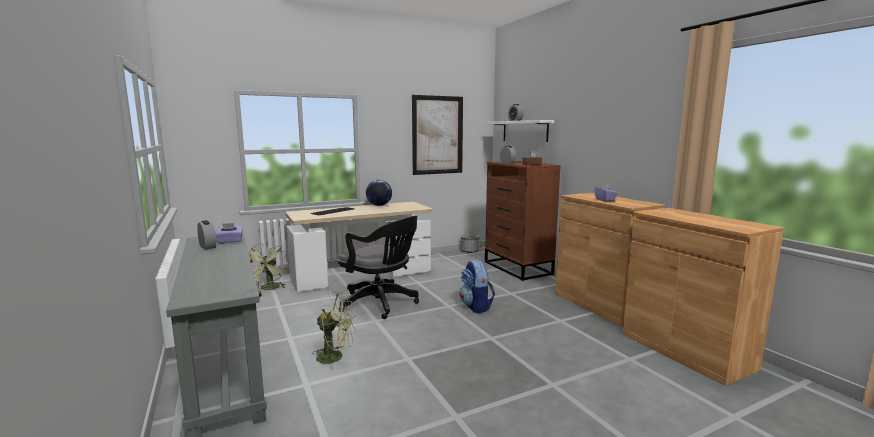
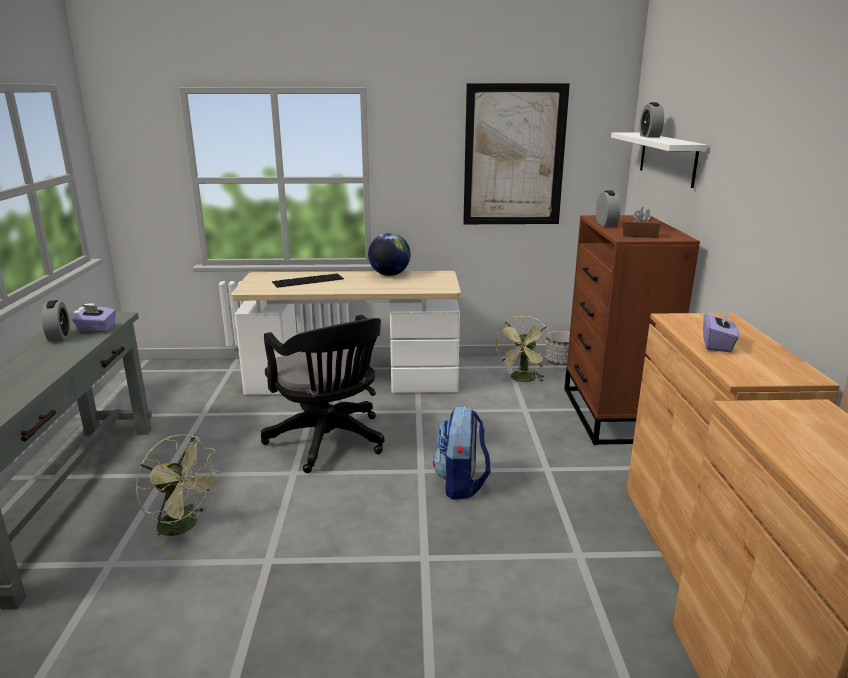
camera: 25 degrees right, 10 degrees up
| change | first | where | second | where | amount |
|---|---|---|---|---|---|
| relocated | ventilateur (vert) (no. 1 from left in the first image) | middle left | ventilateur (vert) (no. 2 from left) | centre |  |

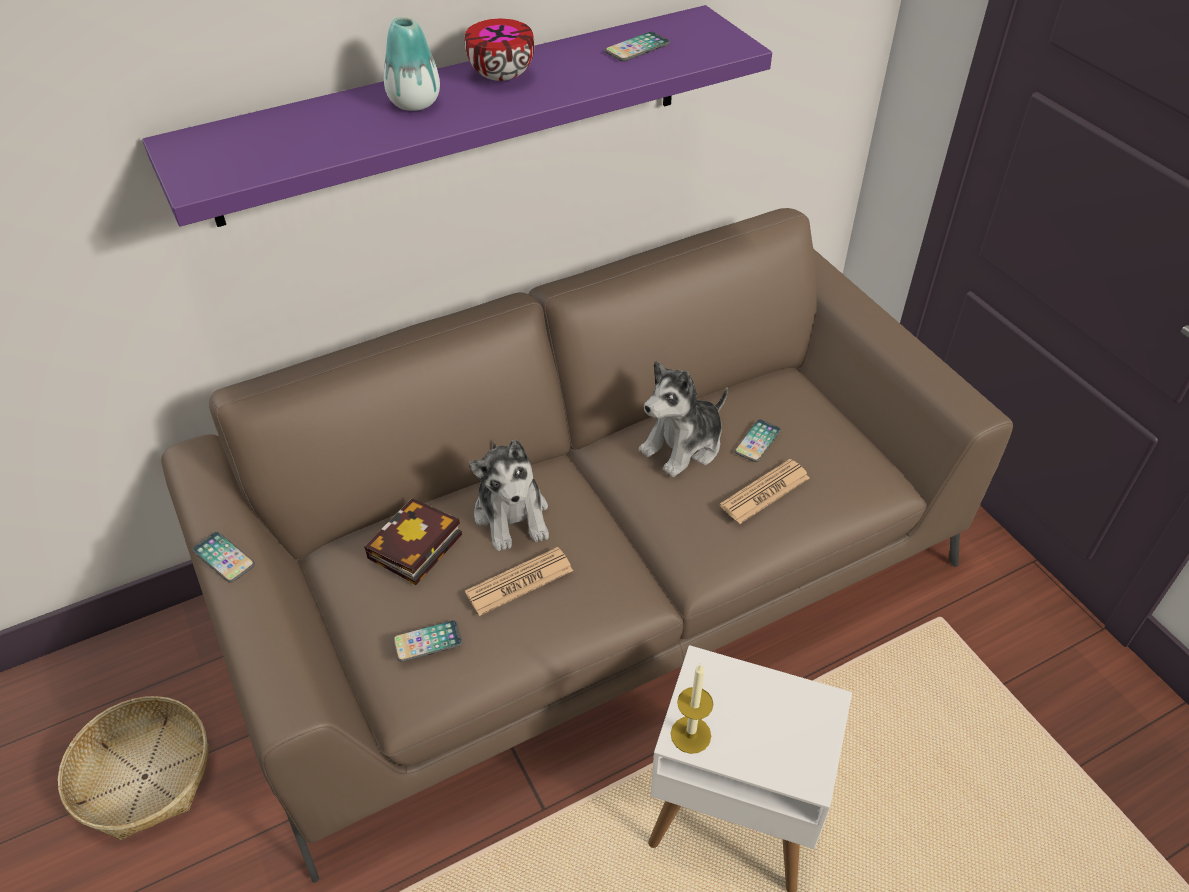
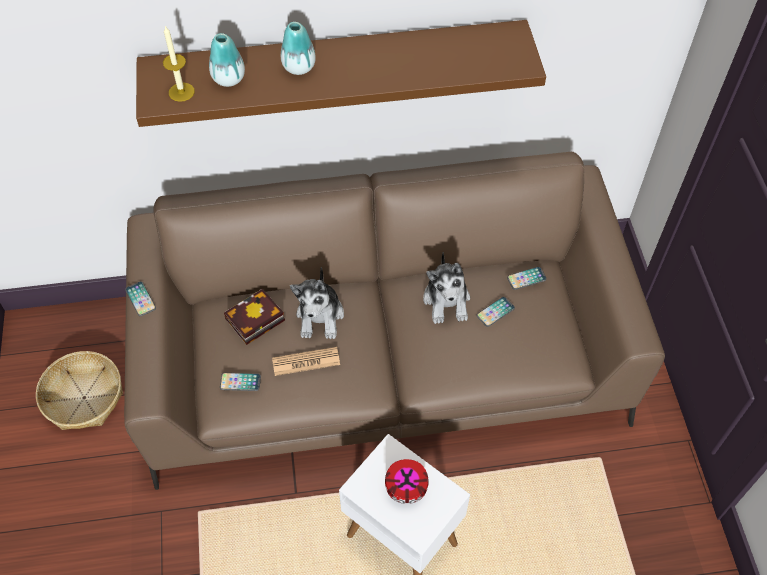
camera: 20 degrees right, 10 degrees up
| change | first | where | second | where | amount |
|---|---|---|---|---|---|
| colour | étagère (violet) | top centre | étagère (marron) | top centre |  |
| relocated | bol | top centre |  | bottom centre |  |
| relocated | téléphone (no. 3 from left in the first image) | top centre | téléphone (no. 4 from left) | middle right |  |
| spun | peluche (no. 2 from left) | centre |  | centre | 75 degrees counterclockwise |
| relocated | bougie | bottom centre |  | top left |  |
| missing | journal (no. 2 from left) | centre |  |  |  |
| appeared |  |  | vase (no. 1 from left) | top left |  |

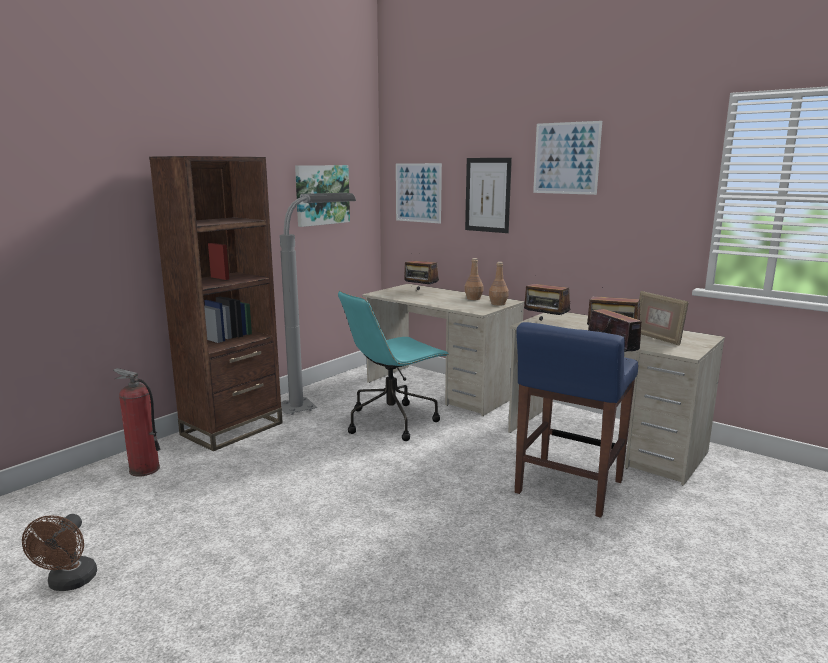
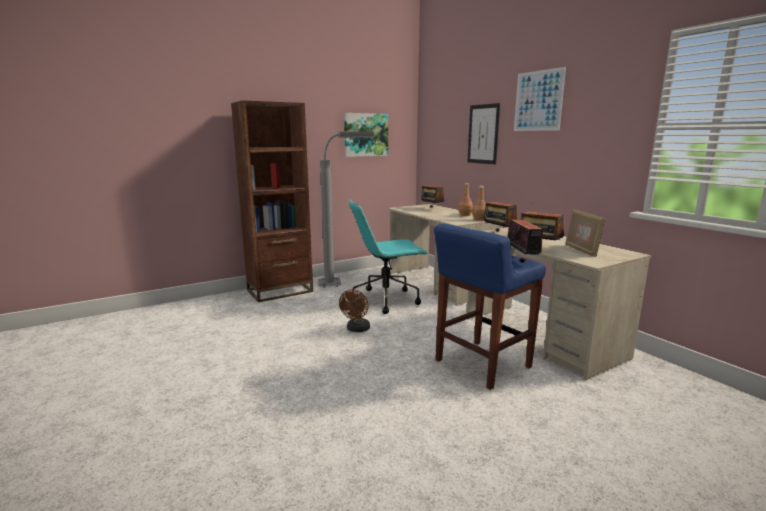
camera: 20 degrees right, 0 degrees up
| change | first | where | second | where | amount |
|---|---|---|---|---|---|
| relocated | ventilateur (marron) | bottom left |  | centre |  |
| missing | extincteur | middle left |  |  |  |
| missing | tableau (no. 2 from left) | top centre |  |  |  |

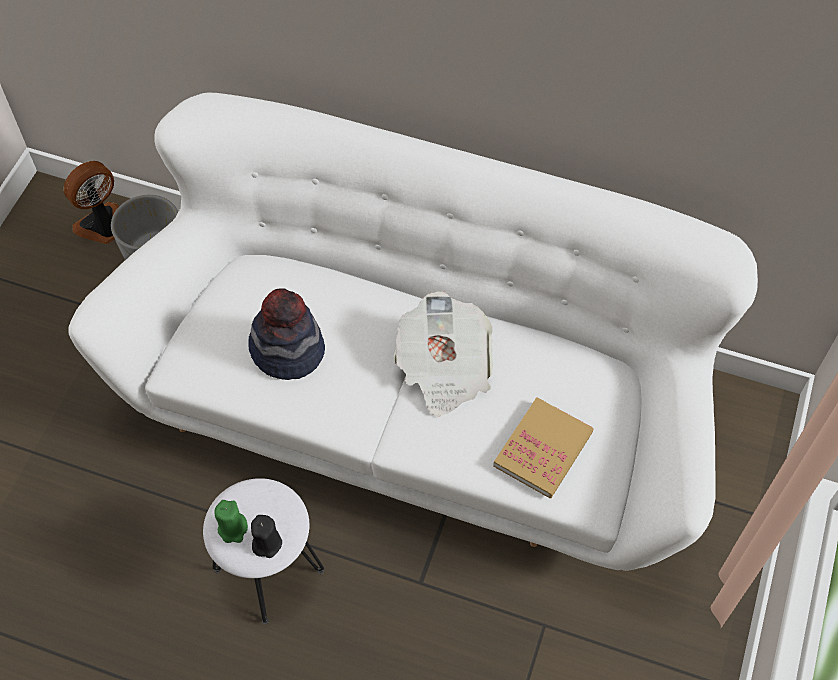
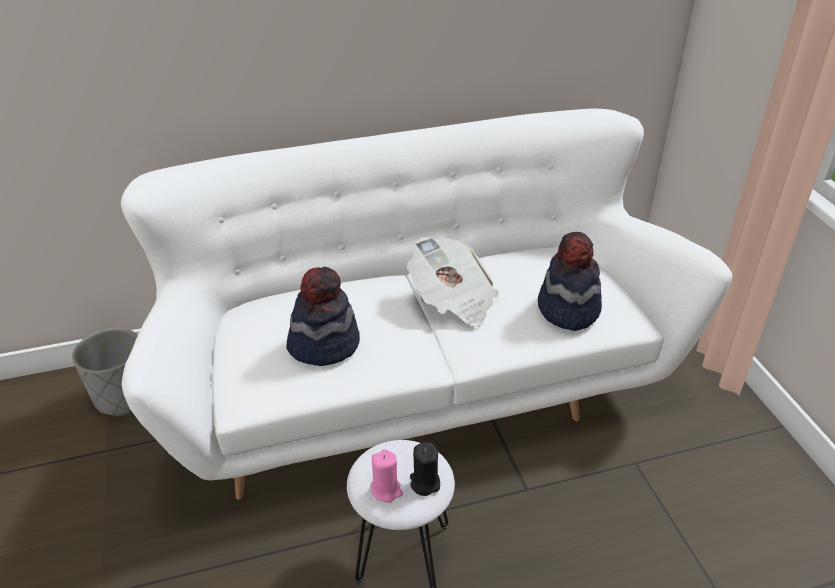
camera: 35 degrees left, 20 degrees down
| change | first | where | second | where | amount |
|---|---|---|---|---|---|
| missing | ventilateur | top left |  |  |  |
| colour | bougie (vert) | bottom left | bougie (rose) | bottom centre |  |
| exchanged | livre | centre | chapeau (no. 2 from left) | middle right |  |

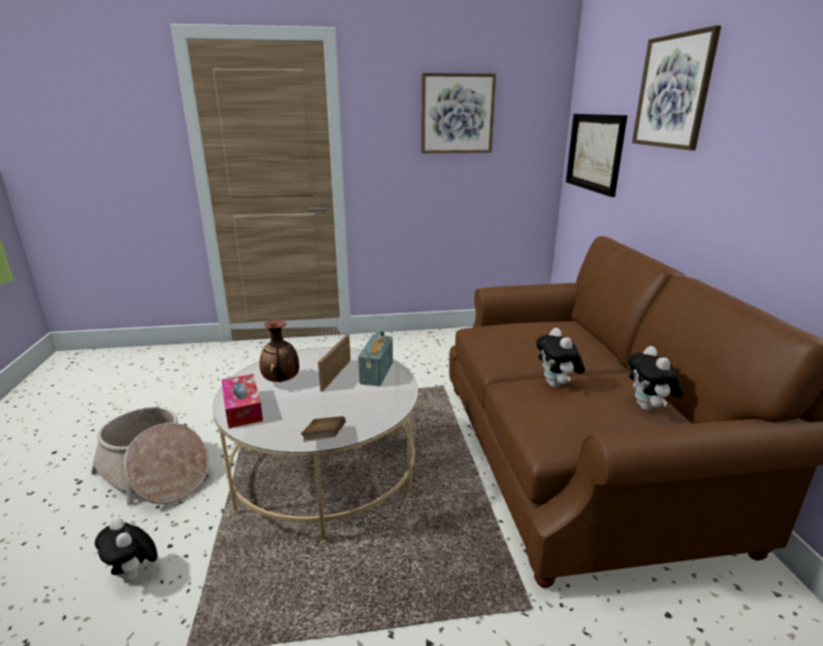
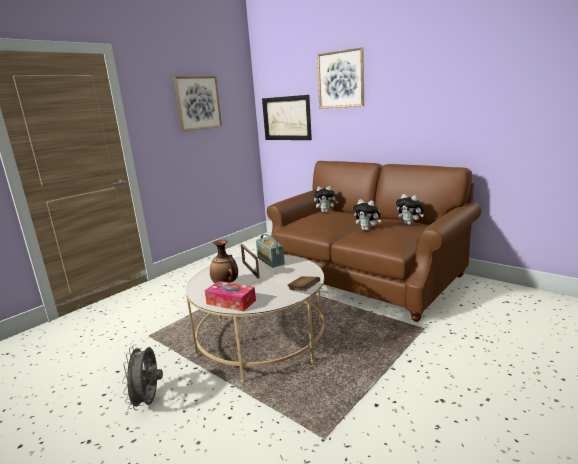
camera: 40 degrees left, 5 degrees down
| change | first | where | second | where | amount |
|---|---|---|---|---|---|
| exchanged | panier | bottom left | ventilateur (gris) | bottom left |  |
| relocated | peluche (no. 1 from left) | bottom left |  | centre |  |

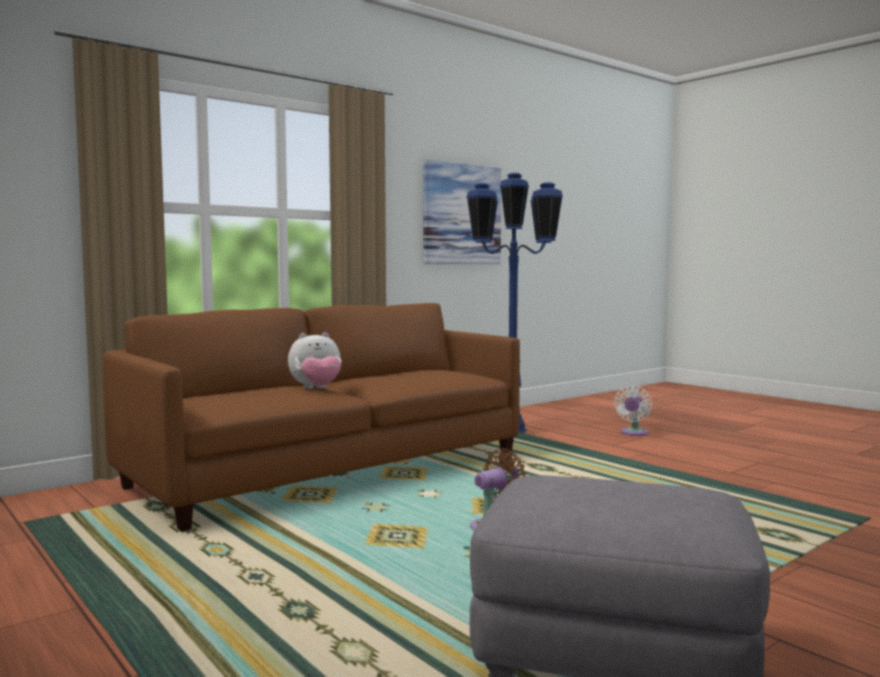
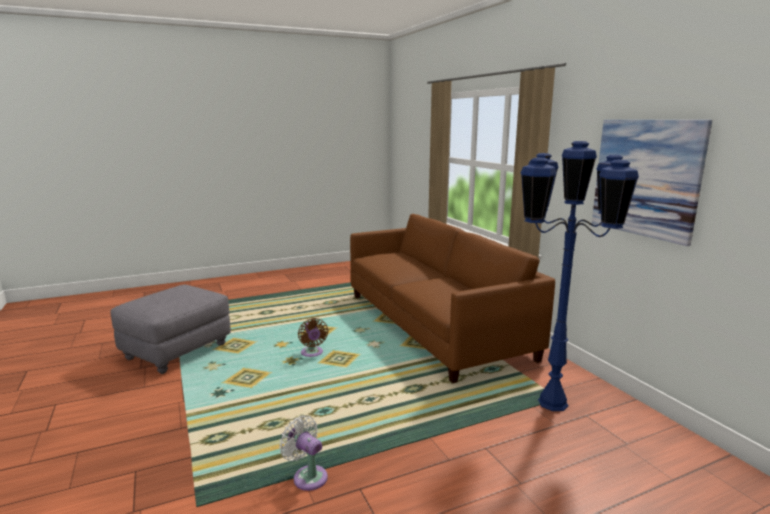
camera: 105 degrees right, 10 degrees up
| change | first | where | second | where | amount |
|---|---|---|---|---|---|
| missing | peluche | centre |  |  |  |
| relocated | ventilateur (blanc) | middle right |  | bottom centre |  |

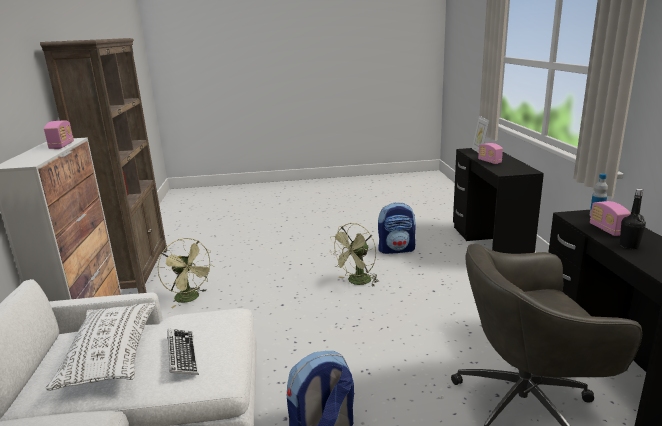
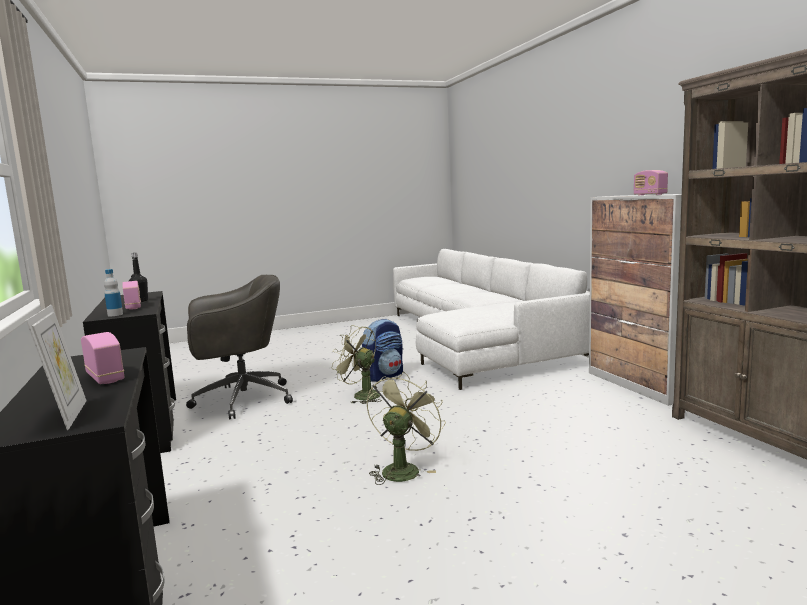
camera: 165 degrees right, 10 degrees down
| change | first | where | second | where | amount |
|---|---|---|---|---|---|
| missing | coussin (blanc) | bottom left |  |  |  |
| relocated | ventilateur (vert) (no. 1 from left) | middle left |  | centre |  |
| missing | clavier | bottom left |  |  |  |
| missing | sac à dos (no. 2 from left) | centre |  |  |  |

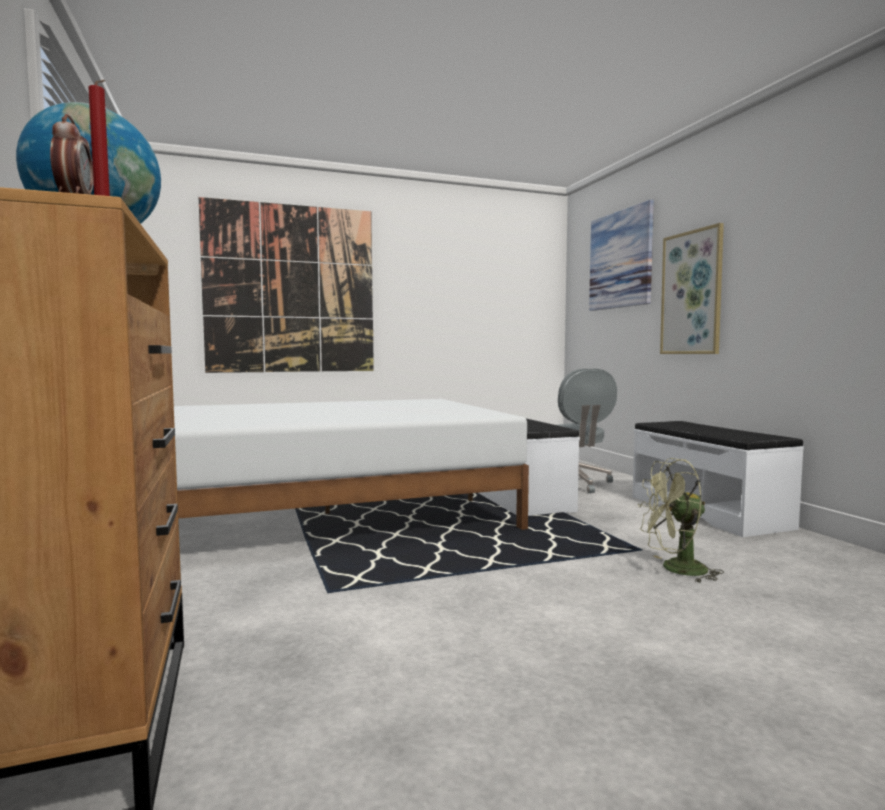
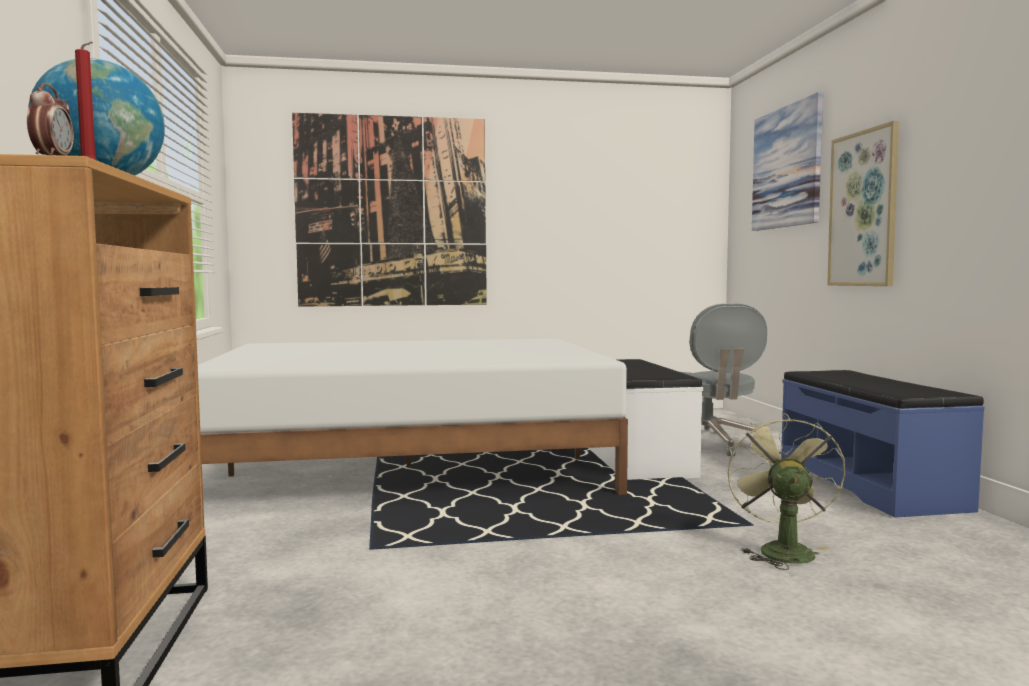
camera: 10 degrees right, 0 degrees up
| change | first | where | second | where | amount |
|---|---|---|---|---|---|
| colour | banc (blanc) (no. 2 from left) | middle right | banc (bleu) | middle right |  |
| spun | ventilateur (vert) | middle right |  | bottom right | 90 degrees clockwise |

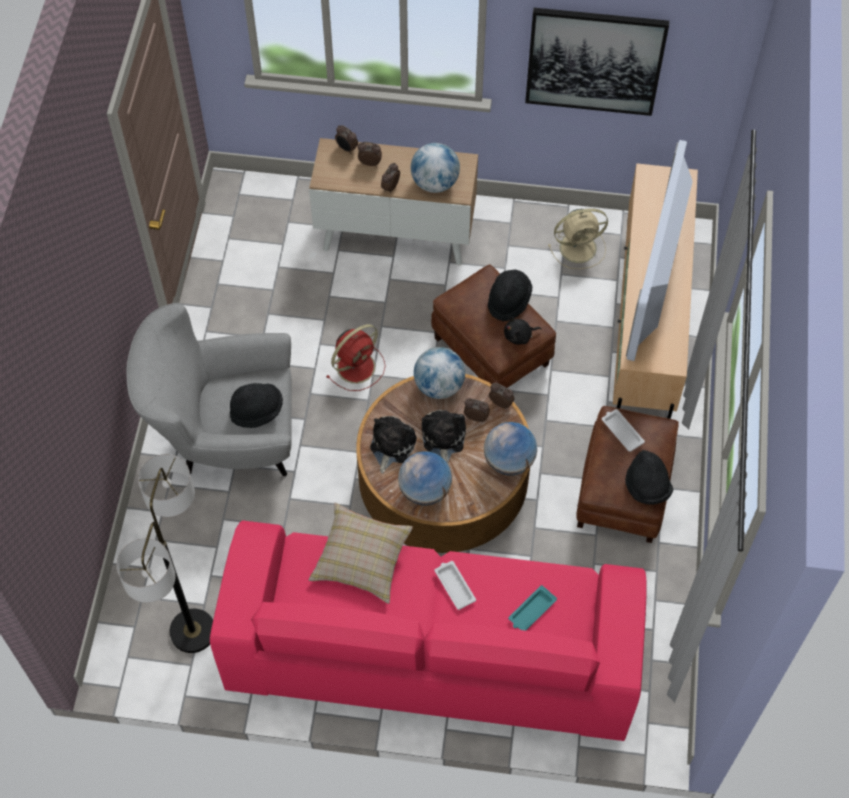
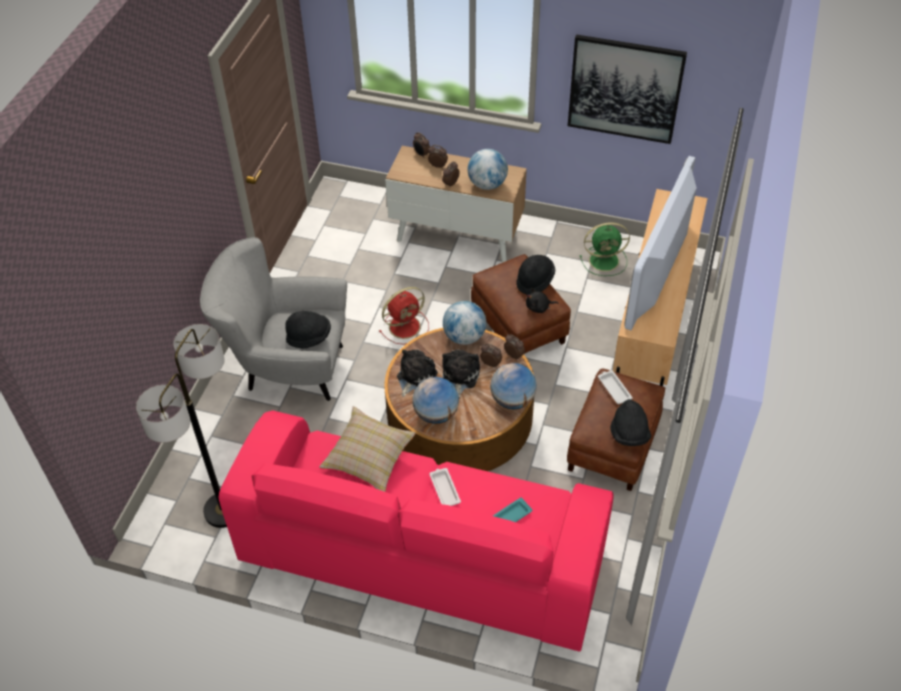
camera: 10 degrees right, 10 degrees down
| change | first | where | second | where | amount |
|---|---|---|---|---|---|
| colour | ventilateur (beige) | top right | ventilateur (vert) | middle right |  |

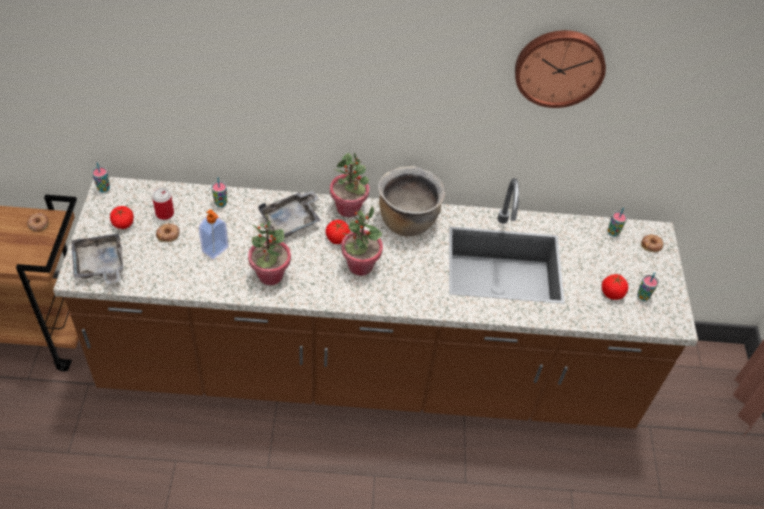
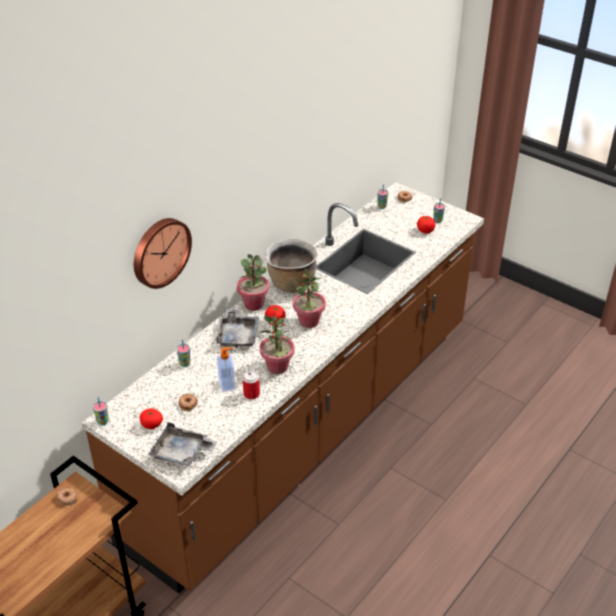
camera: 50 degrees left, 10 degrees down
| change | first | where | second | where | amount |
|---|---|---|---|---|---|
| relocated | boîte métallique | middle left |  | centre |  |
| relocated | horloge murale | top right |  | middle left |  |

